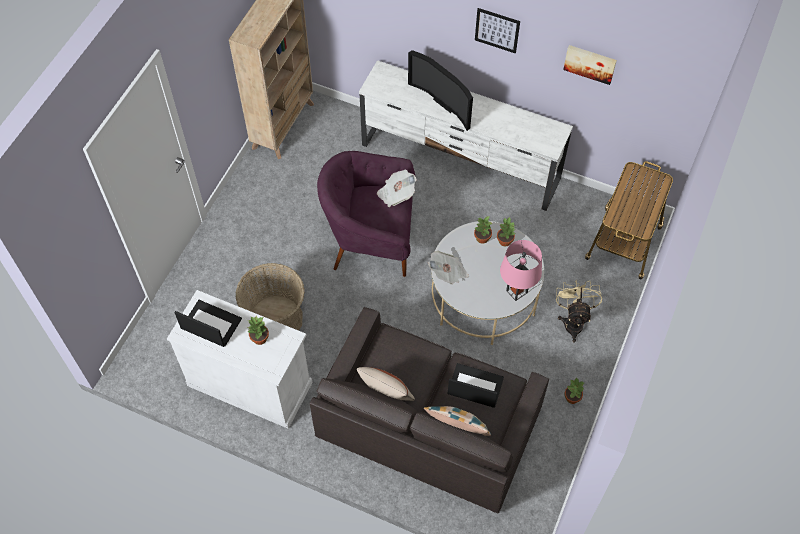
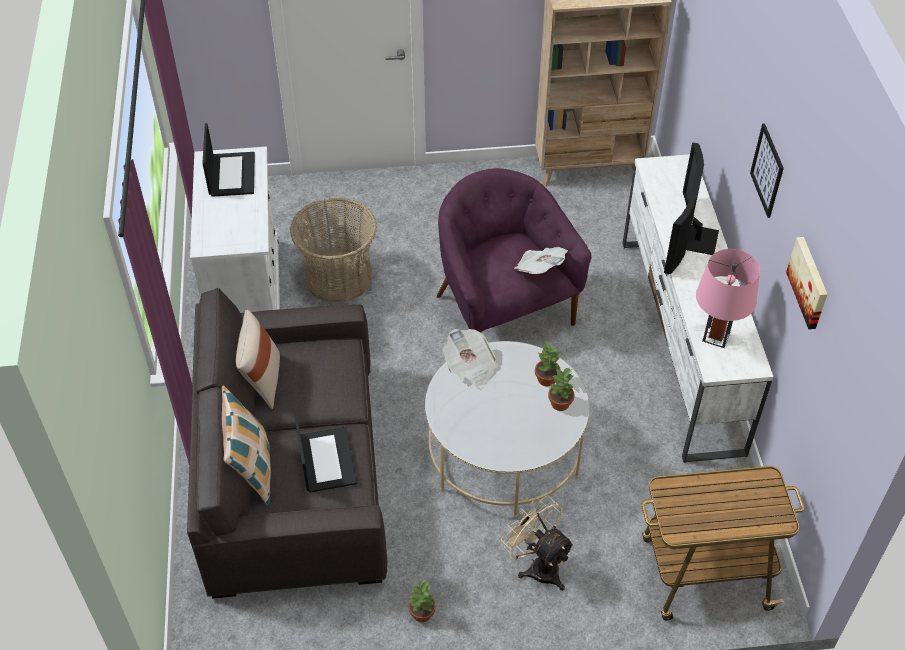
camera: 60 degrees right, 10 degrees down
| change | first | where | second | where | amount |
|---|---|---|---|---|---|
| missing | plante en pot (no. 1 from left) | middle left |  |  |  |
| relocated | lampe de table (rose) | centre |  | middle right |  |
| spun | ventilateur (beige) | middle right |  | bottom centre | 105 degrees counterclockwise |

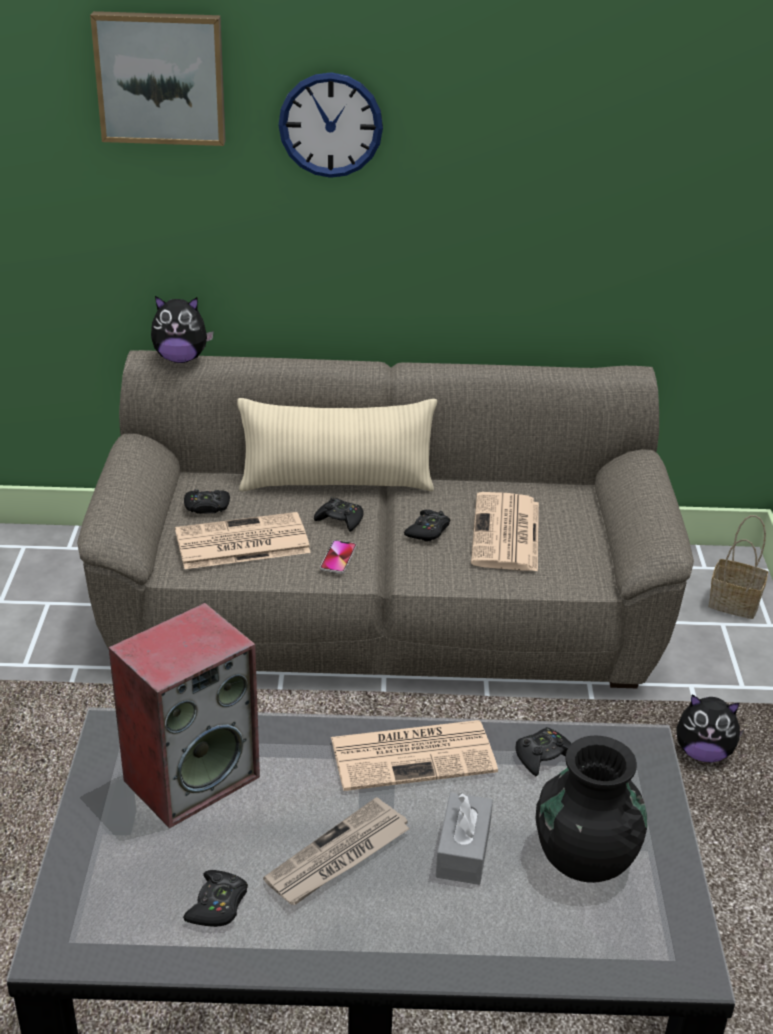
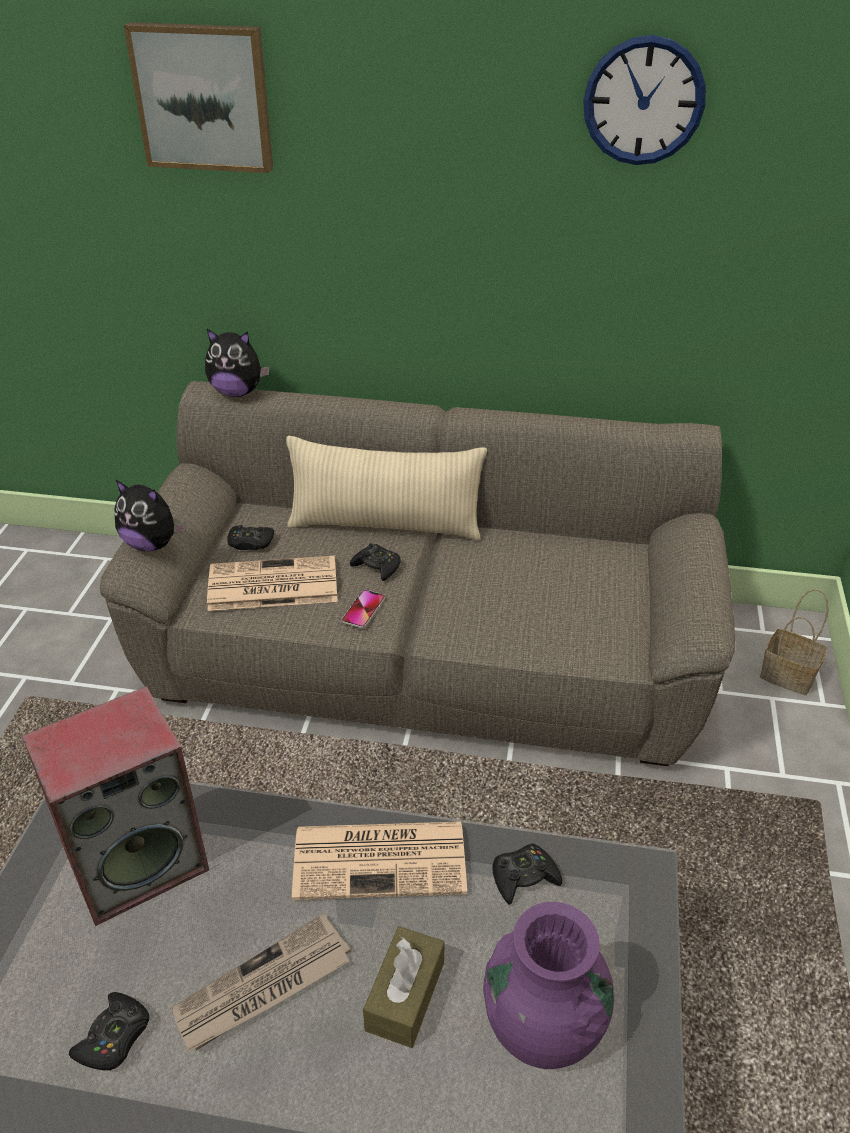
camera: 10 degrees right, 5 degrees up
| change | first | where | second | where | amount |
|---|---|---|---|---|---|
| relocated | horloge murale | top centre |  | top right |  |
| missing | manette (noir) (no. 4 from left) | centre |  |  |  |
| colour | boîte à mouchoirs (gris) | bottom centre | boîte à mouchoirs (marron) | bottom centre |  |
| missing | journal (no. 4 from left) | centre |  |  |  |
| colour | vase (noir) | bottom right | vase (violet) | bottom centre |  |
| relocated | peluche (no. 2 from left in the first image) | bottom right | peluche (no. 1 from left) | middle left |  |

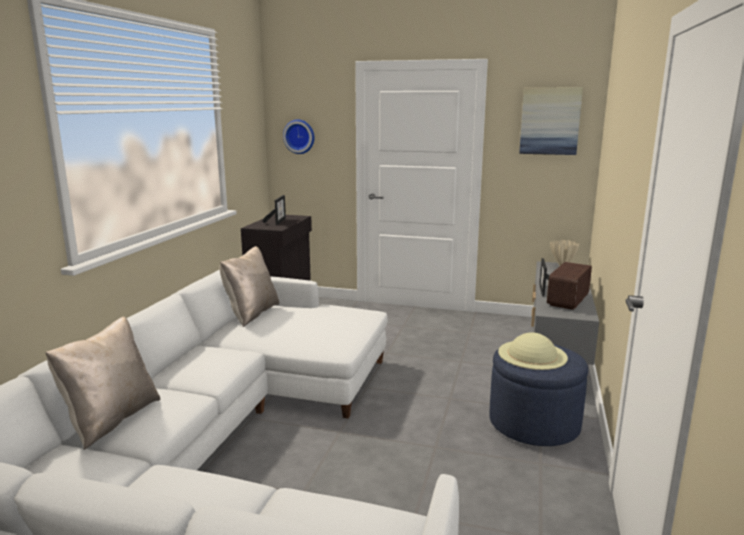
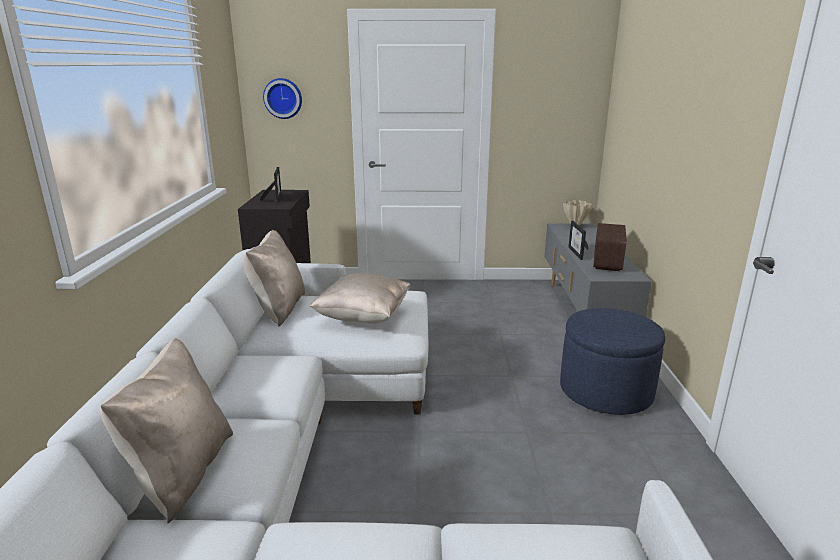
camera: 15 degrees left, 5 degrees up
| change | first | where | second | where | amount |
|---|---|---|---|---|---|
| missing | chapeau (beige) | middle right |  |  |  |
| missing | tableau | top right |  |  |  |
| appeared |  |  | coussin (beige) (no. 3 from left) | centre |  |

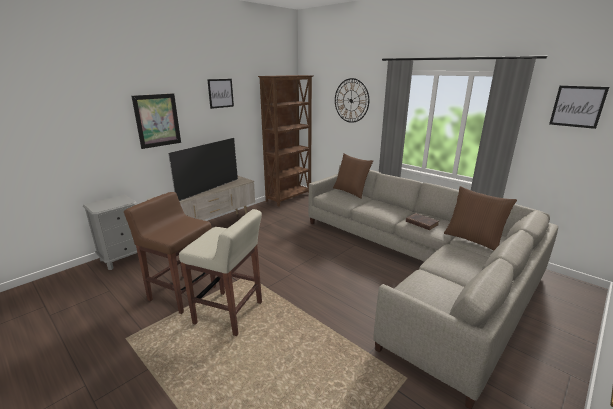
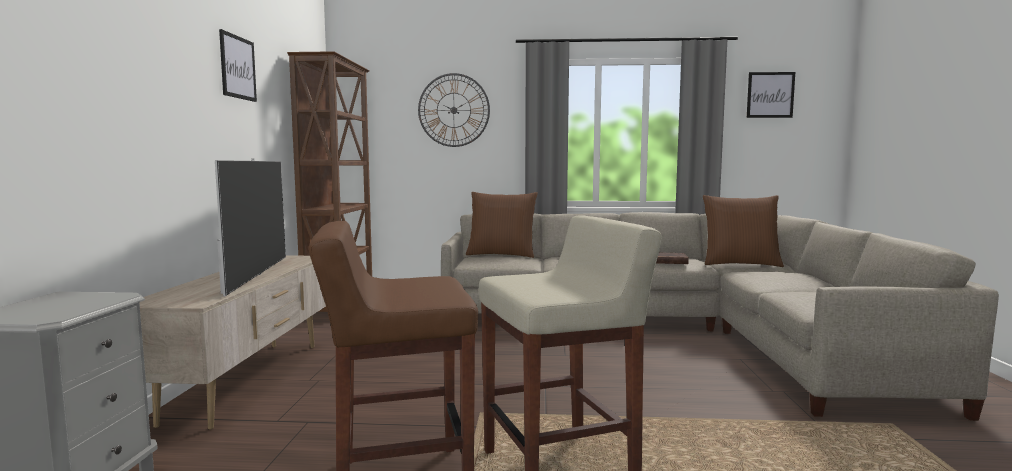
camera: 40 degrees left, 15 degrees down
| change | first | where | second | where | amount |
|---|---|---|---|---|---|
| missing | tableau (no. 1 from left) | top left |  |  |  |

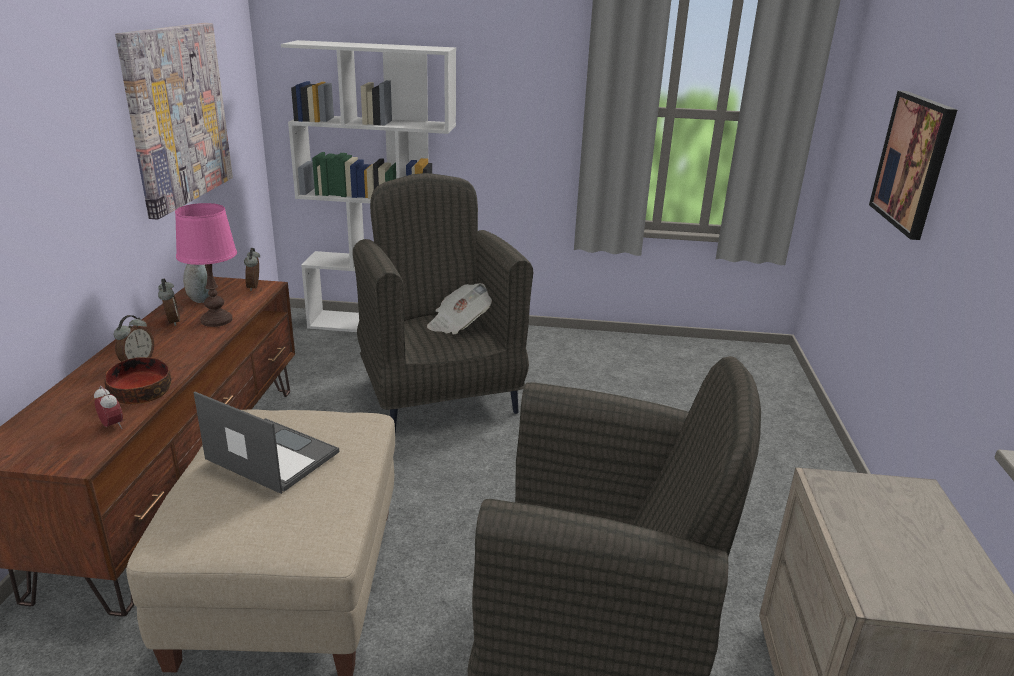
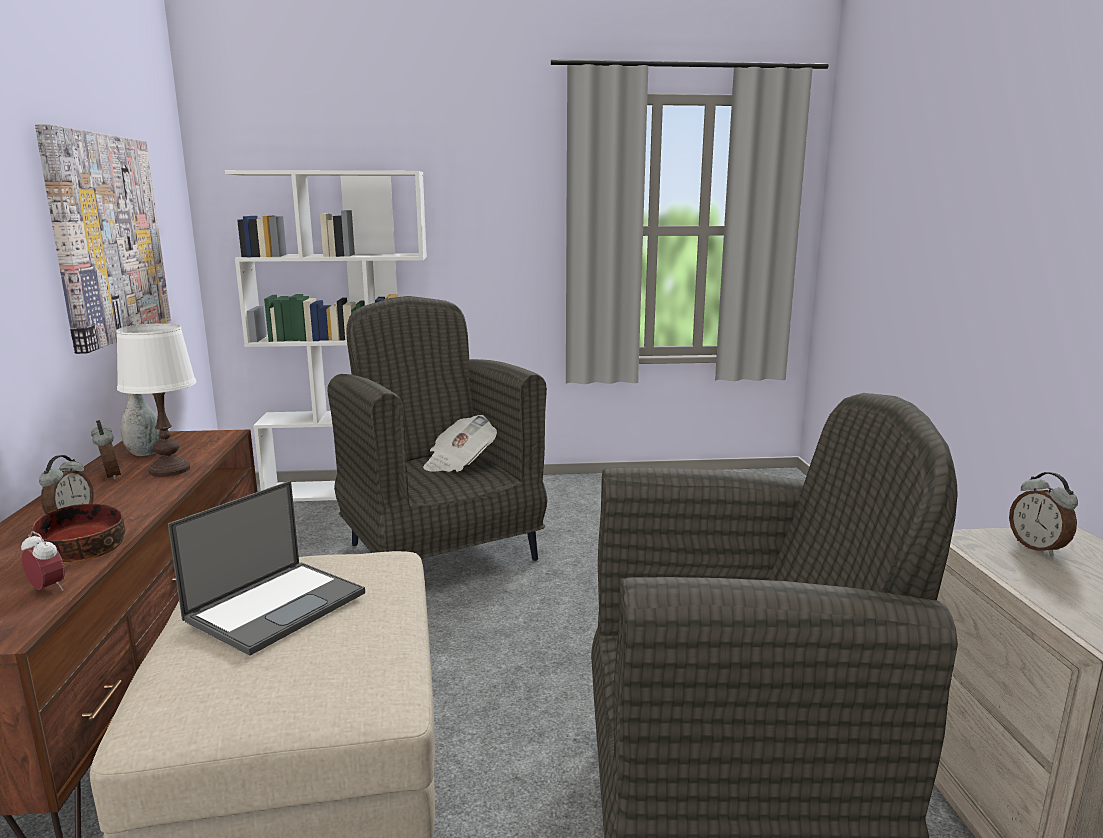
camera: 10 degrees left, 10 degrees down
| change | first | where | second | where | amount |
|---|---|---|---|---|---|
| colour | lampe de table (rose) | middle left | lampe de table (blanc) | middle left |  |
| spun | ordinateur portable | middle left |  | bottom left | 105 degrees clockwise |
| relocated | réveil (no. 4 from left) | middle left |  | middle right |  |
| missing | tableau (no. 2 from left) | top right |  |  |  |

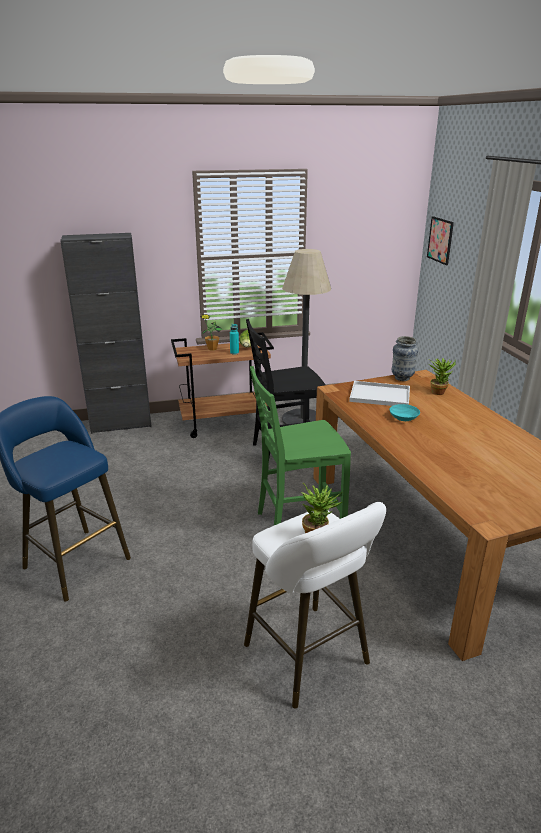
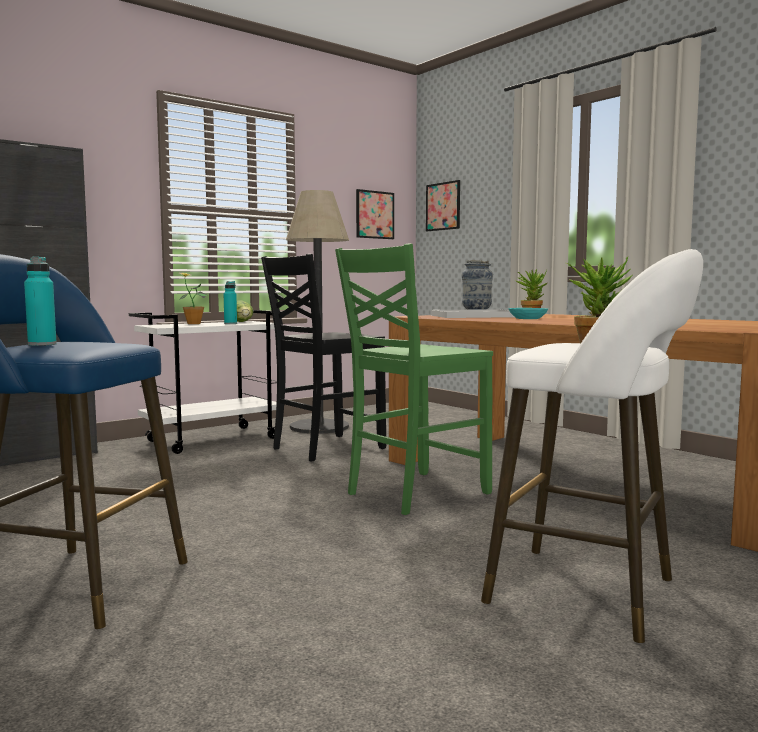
camera: 25 degrees left, 20 degrees down
| change | first | where | second | where | amount |
|---|---|---|---|---|---|
| colour | chariot (marron) | centre | chariot (blanc) | middle left |  |
| appeared |  |  | bouteille (turquoise) (no. 1 from left) | middle left |  |
| appeared |  |  | tableau (no. 1 from left) | top centre |  |

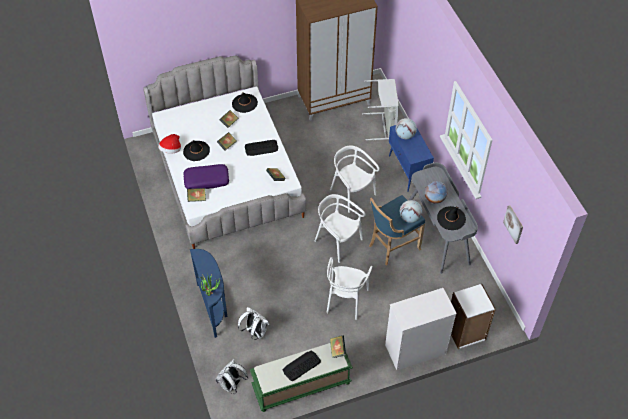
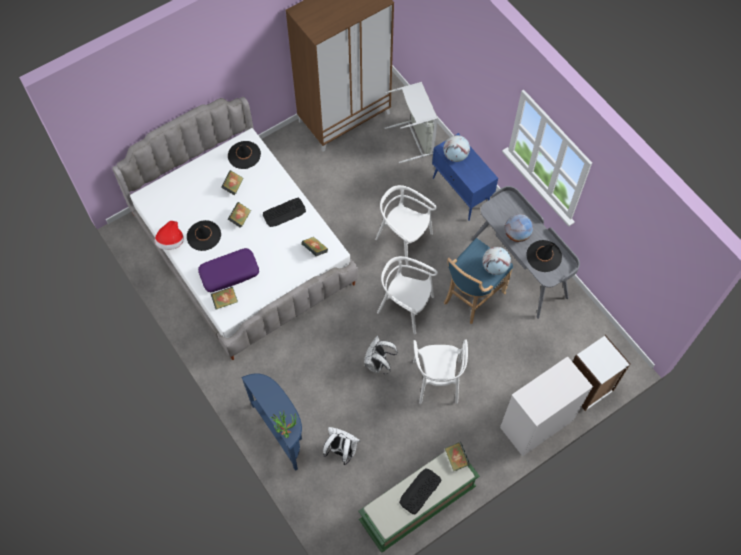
camera: 15 degrees left, 10 degrees up
| change | first | where | second | where | amount |
|---|---|---|---|---|---|
| relocated | sac à dos (blanc) (no. 1 from left in the first image) | bottom centre | sac à dos (blanc) (no. 2 from left) | centre |  |
| missing | tableau | middle right |  |  |  |

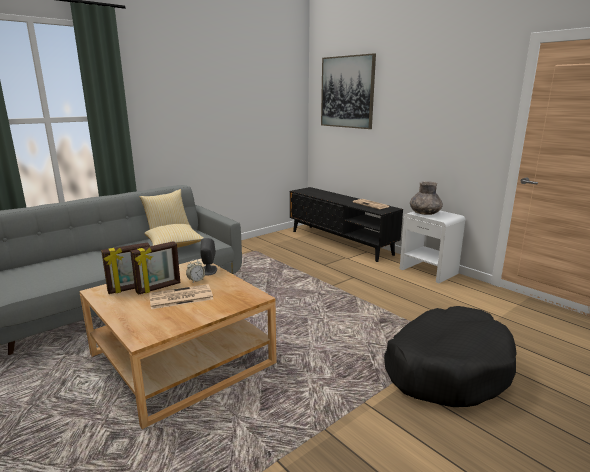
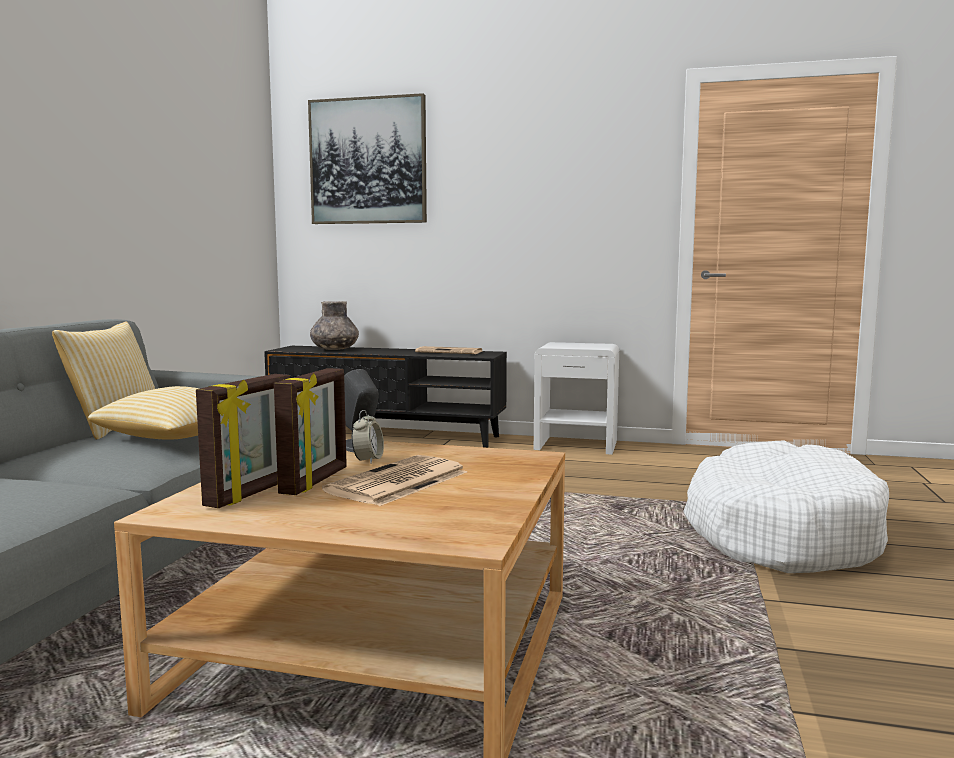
camera: 35 degrees left, 10 degrees down
| change | first | where | second | where | amount |
|---|---|---|---|---|---|
| colour | panier pour chien (noir) | bottom right | panier pour chien (blanc) | bottom right |  |
| relocated | vase (gris) | middle right |  | centre |  |

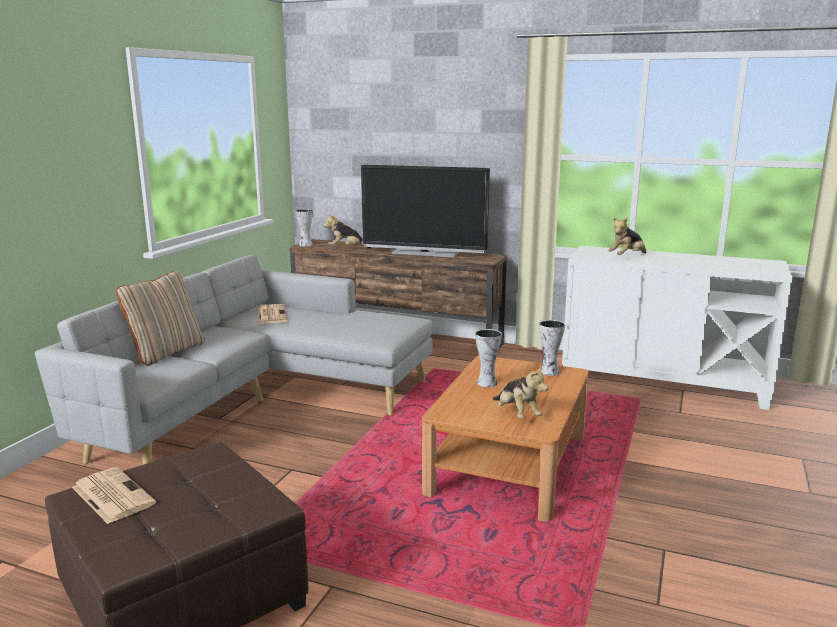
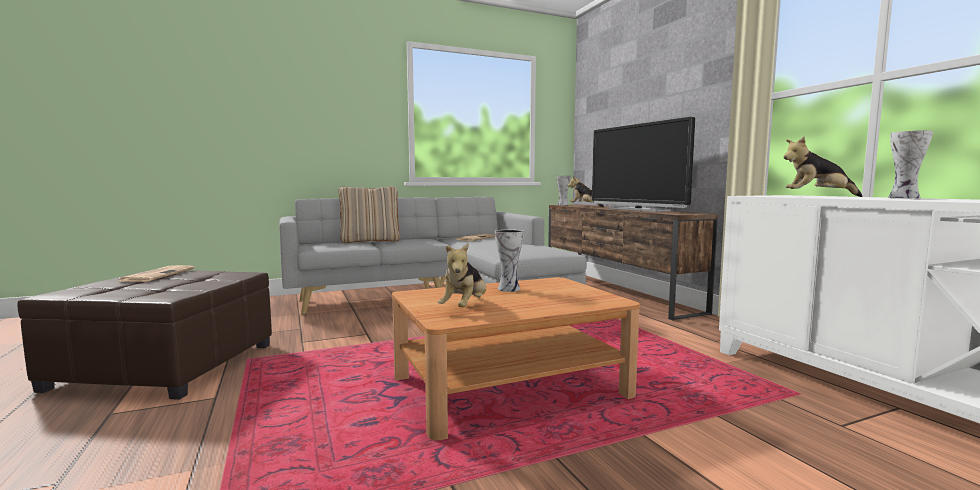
camera: 45 degrees right, 10 degrees down
| change | first | where | second | where | amount |
|---|---|---|---|---|---|
| relocated | vase (no. 3 from left) | centre |  | middle right |  |

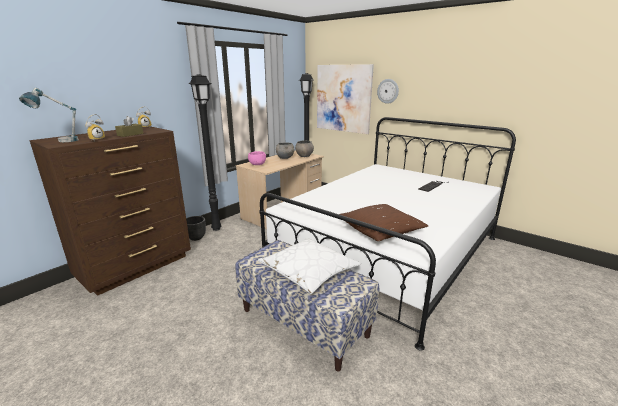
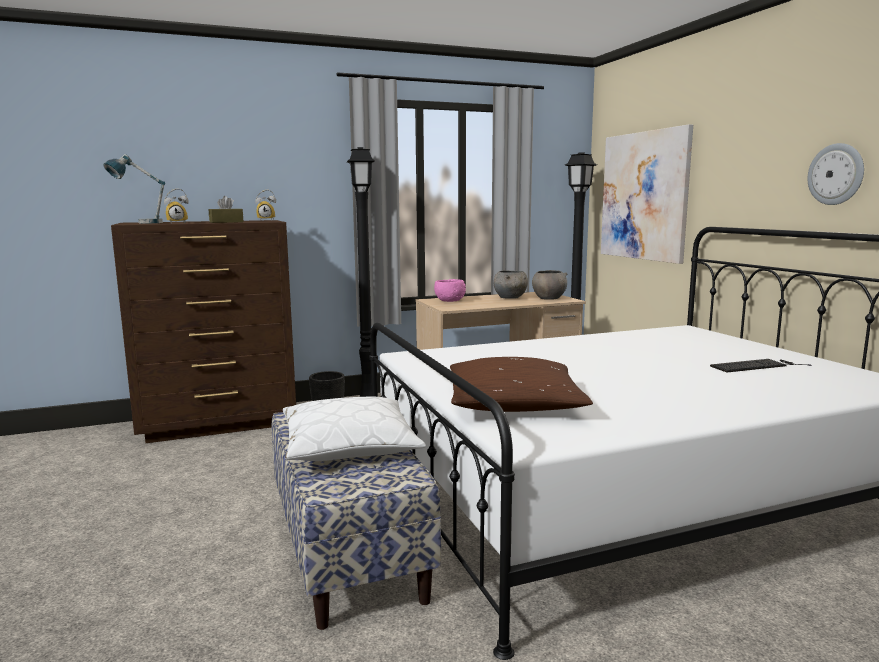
camera: 30 degrees right, 10 degrees down
| change | first | where | second | where | amount |
|---|---|---|---|---|---|
| relocated | horloge murale | top centre |  | top right |  |

